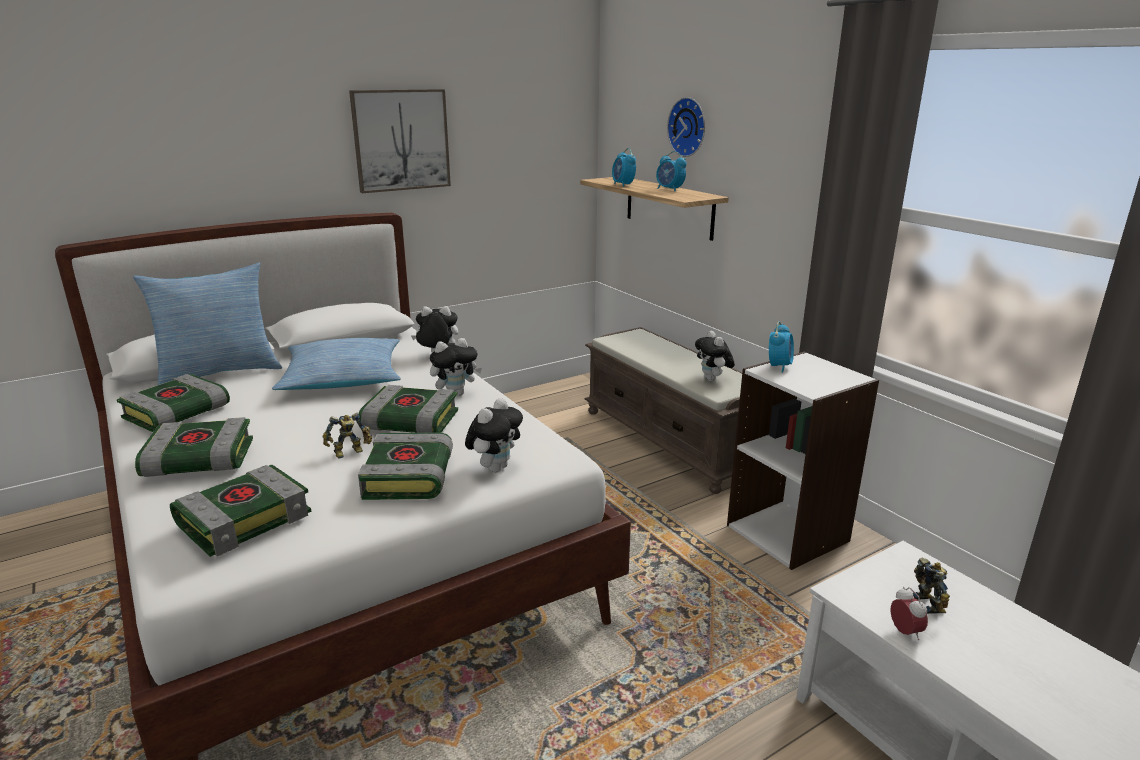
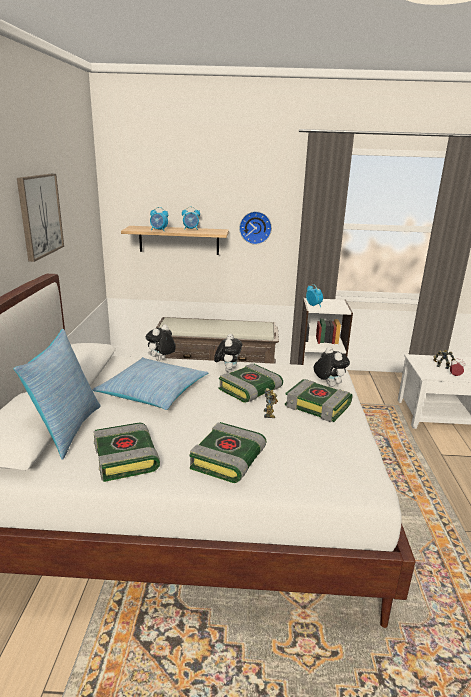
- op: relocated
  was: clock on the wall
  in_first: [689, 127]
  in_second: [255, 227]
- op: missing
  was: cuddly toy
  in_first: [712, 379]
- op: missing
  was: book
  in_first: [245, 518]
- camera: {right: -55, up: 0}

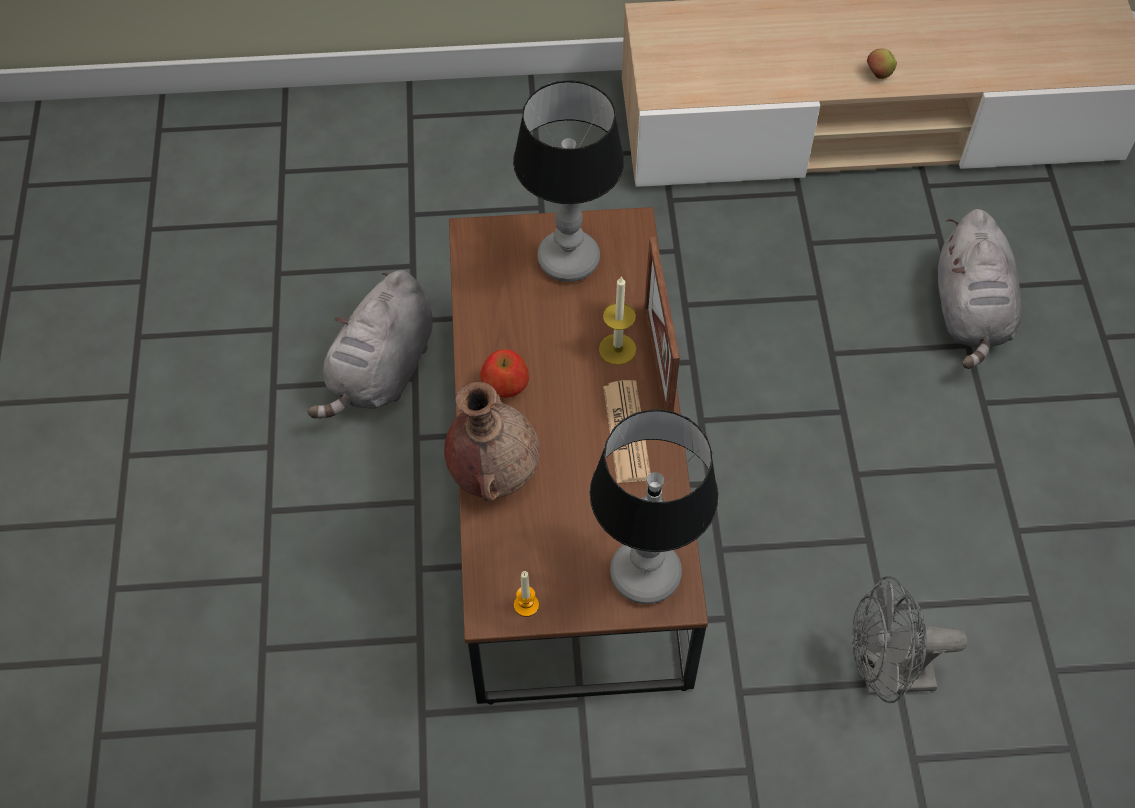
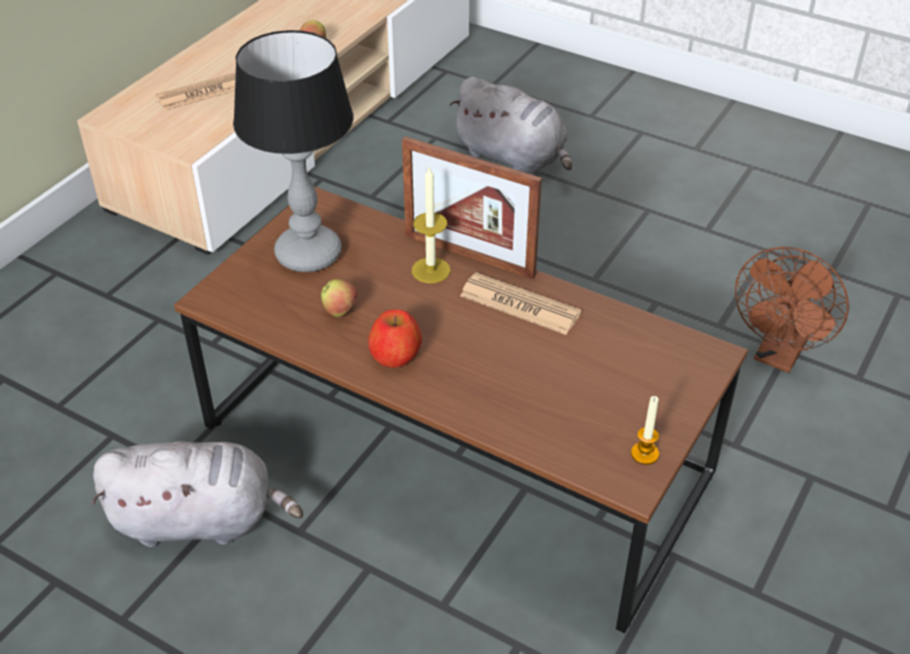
- op: spun
  was: greyish cuddly toy
  in_first: [381, 372]
  in_second: [201, 520]
  clockwise: -60
- op: missing
  was: brown vase
  in_first: [493, 471]
- op: missing
  was: table lamp
  in_first: [643, 574]
- op: colour
  was: greyish fan
  now: brown fan
  in_first: [885, 676]
  in_second: [779, 356]
- op: appeared
  now: newspaper
  in_second: [203, 92]
- op: appeared
  now: whole apple
  in_second: [340, 311]
- camera: {right: -55, up: -15}

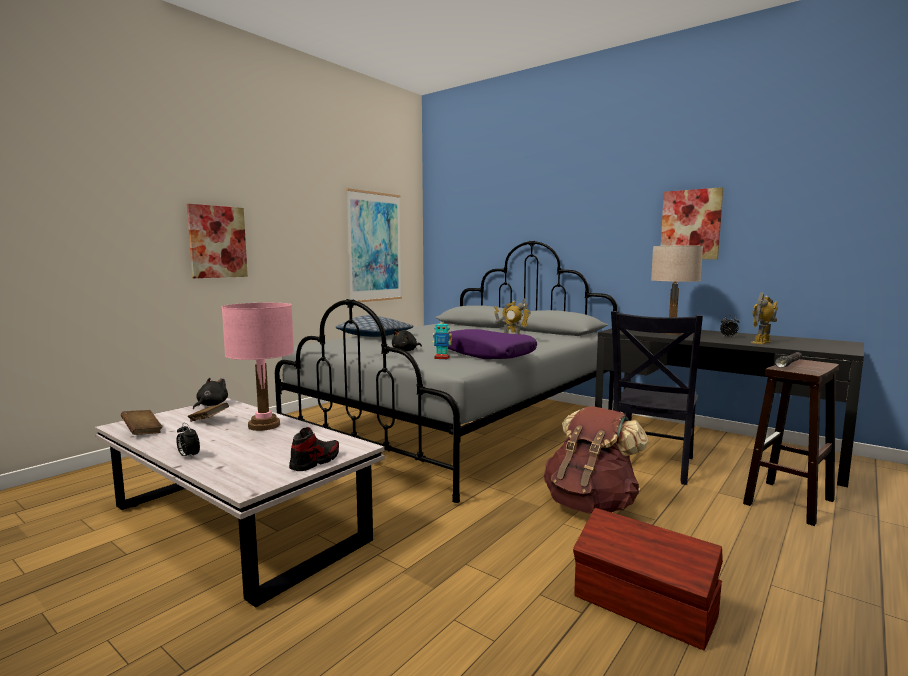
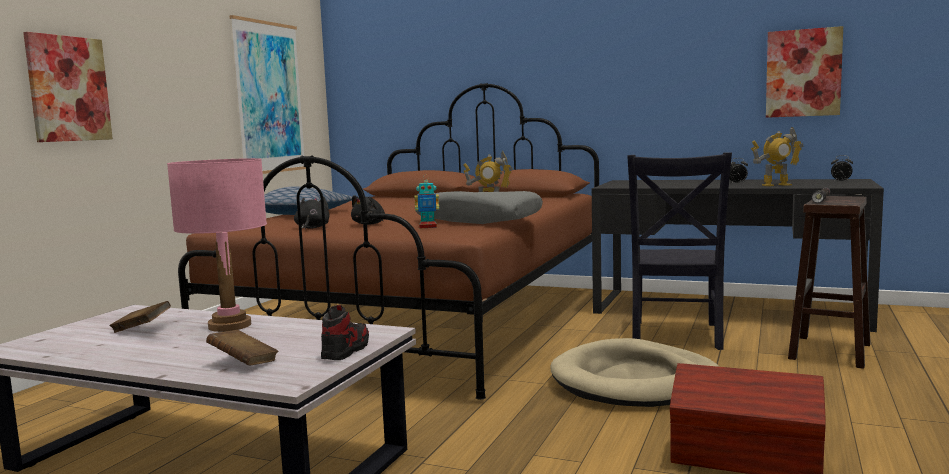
- op: relocated
  was: picture
  in_first: [690, 225]
  in_second: [803, 73]
- op: colour
  was: greyish bedroom bed
  now: brown bedroom bed
  in_first: [460, 425]
  in_second: [426, 322]
- op: missing
  was: beige table lamp
  in_first: [671, 333]
- op: spun
  was: robot figure
  in_first: [761, 342]
  in_second: [776, 185]
  clockwise: -135
- op: colour
  was: purple throw pillow
  now: greyish throw pillow
  in_first: [487, 354]
  in_second: [479, 220]
- op: relocated
  was: blackish cuddly toy
  in_first: [211, 405]
  in_second: [312, 228]
- op: exchanged
  was: brown backpack
  now: beige dog bed
  in_first: [591, 505]
  in_second: [635, 381]
- op: relocated
  was: brown book
  in_first: [142, 432]
  in_second: [243, 363]
- op: relocated
  was: alarm clock
  in_first: [188, 456]
  in_second: [841, 181]
- camera: {right: -15, up: 0}

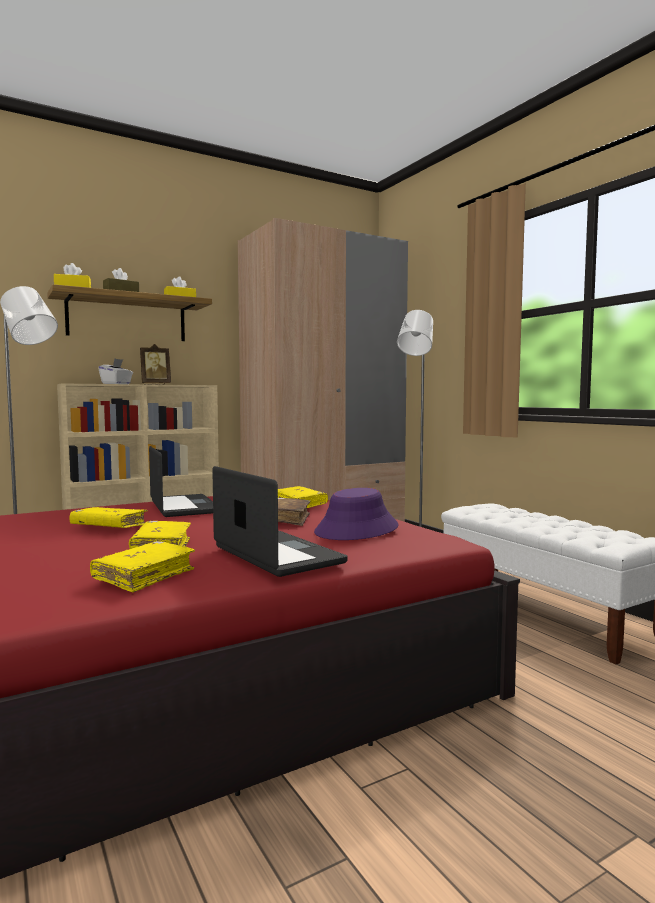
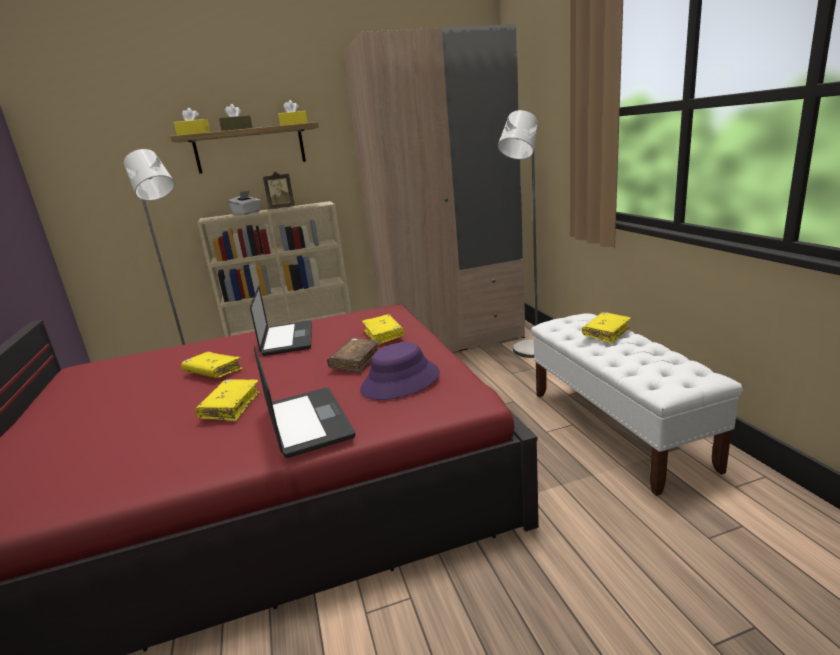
- op: relocated
  was: yellow-coloured book
  in_first: [144, 576]
  in_second: [606, 333]
- camera: {right: 15, up: 15}

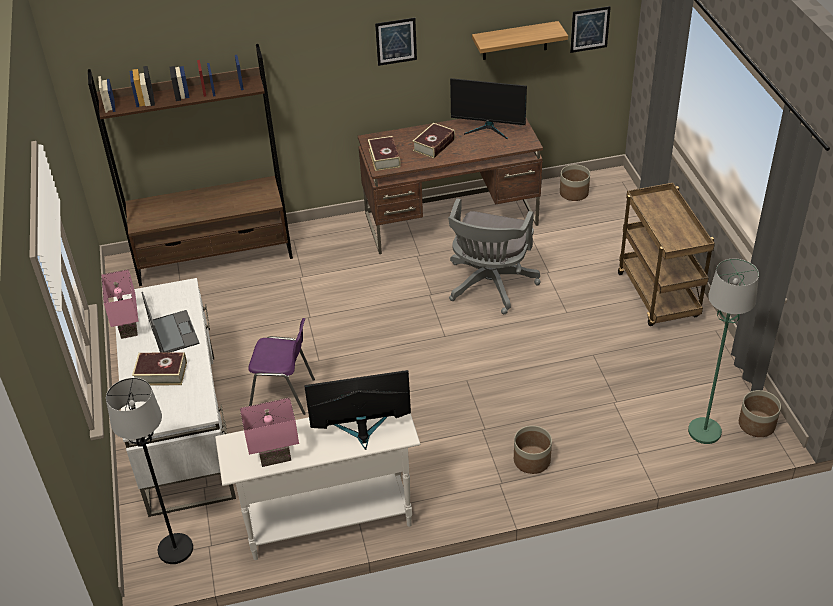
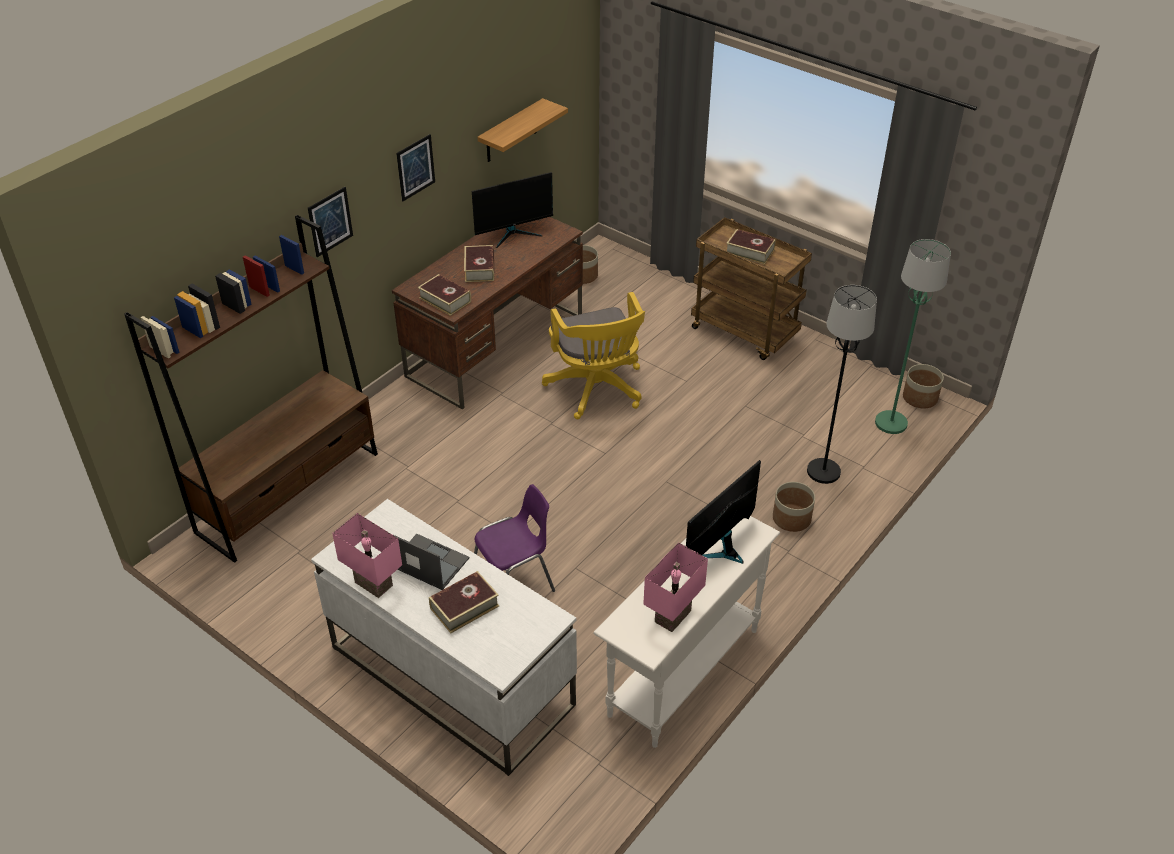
- op: relocated
  was: picture
  in_first: [589, 29]
  in_second: [330, 221]
- op: colour
  was: greyish office chair
  now: yellow-coloured office chair
  in_first: [489, 286]
  in_second: [597, 390]
- op: relocated
  was: blackish floor lamp
  in_first: [175, 549]
  in_second: [823, 472]
- op: appeared
  now: book
  in_second: [750, 251]
- camera: {right: -40, up: 0}

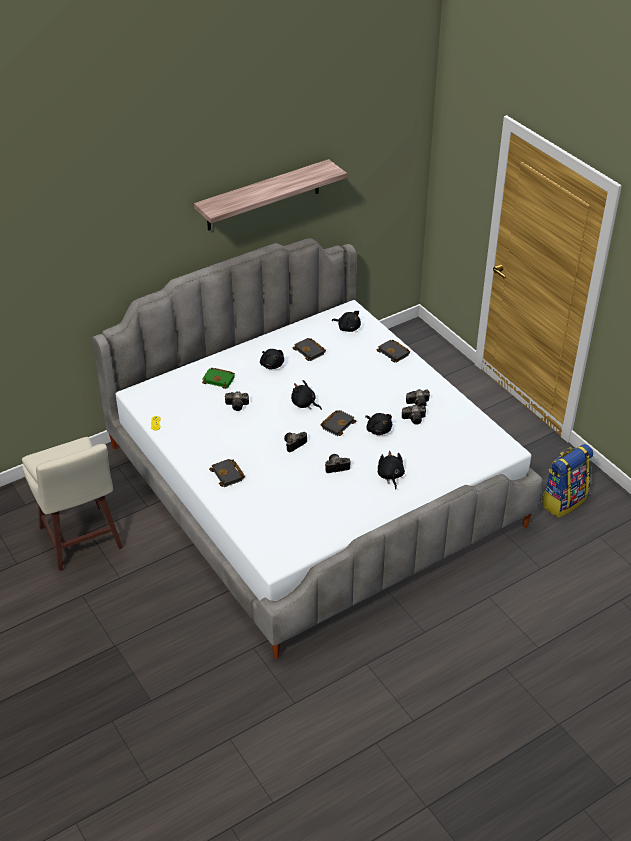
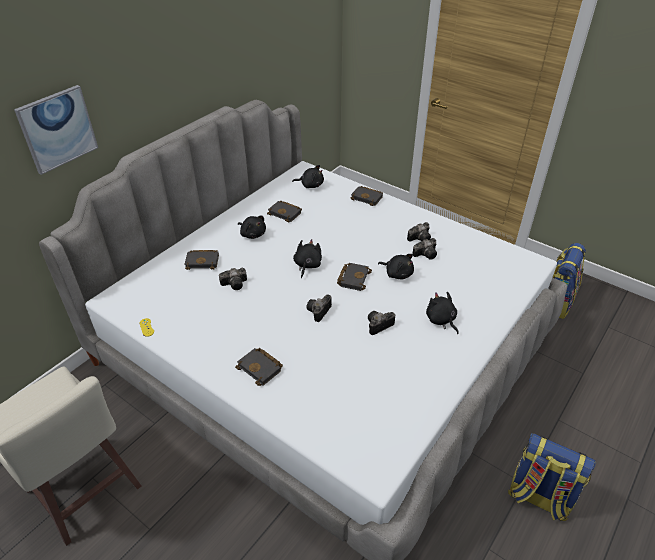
- op: missing
  was: bracket shelf
  in_first: [263, 195]
- op: colour
  was: greenish book
  now: blackish book
  in_first: [219, 379]
  in_second: [203, 261]
- op: spun
  was: blackish cuddly toy
  in_first: [304, 404]
  in_second: [307, 265]
  clockwise: 90
- op: appeared
  now: picture
  in_second: [57, 129]
- op: appeared
  now: backpack
  in_second: [538, 497]
- camera: {right: -20, up: 0}

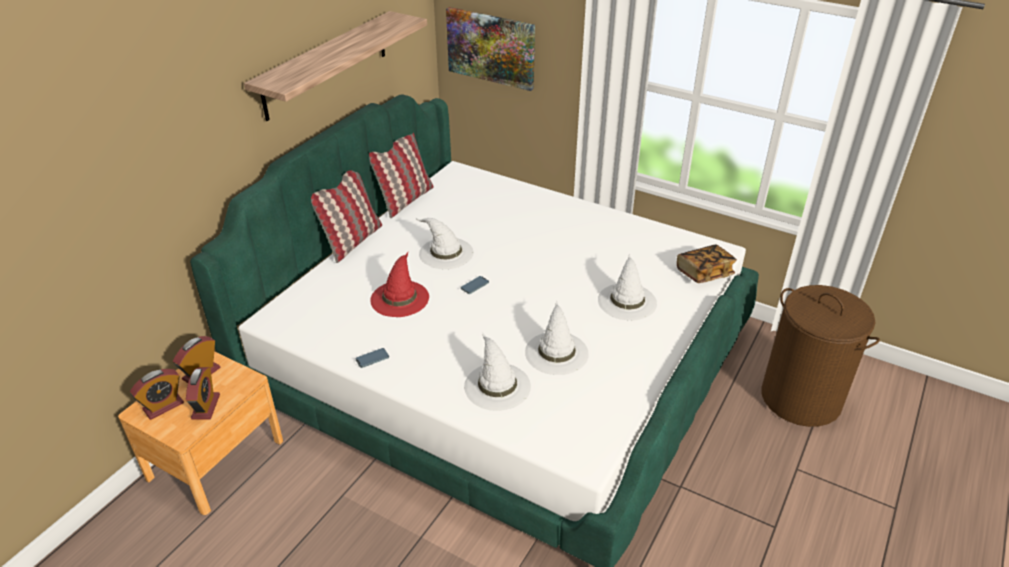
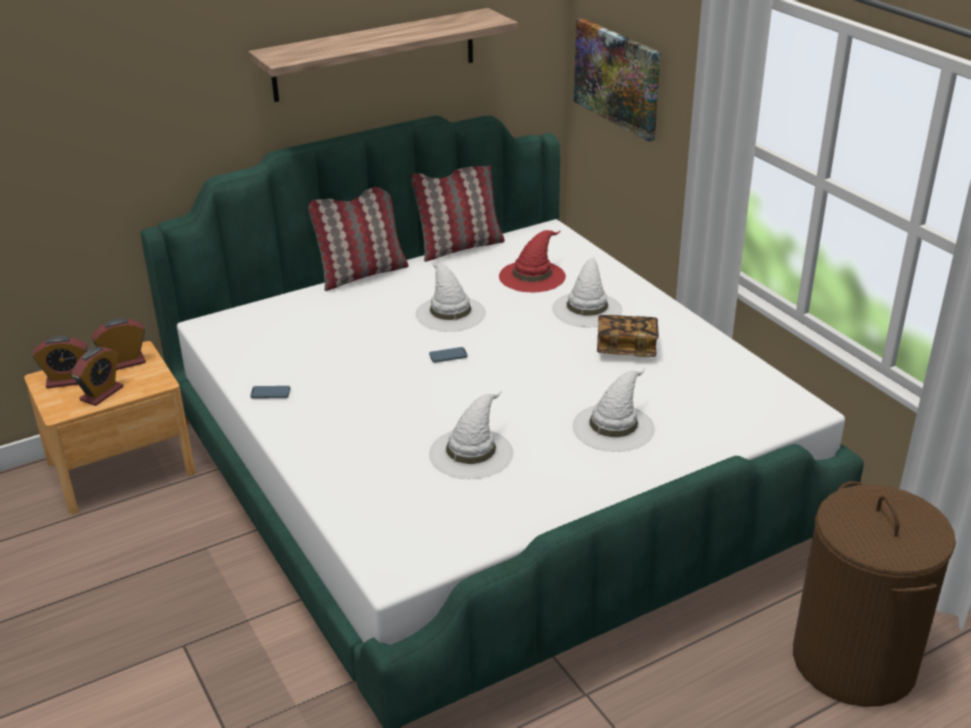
- op: relocated
  was: book
  in_first: [704, 273]
  in_second: [626, 348]
- op: relocated
  was: red hat
  in_first: [399, 297]
  in_second: [532, 275]
- op: relocated
  was: whitish hat
  in_first: [496, 385]
  in_second: [586, 308]
- camera: {right: 30, up: -5}

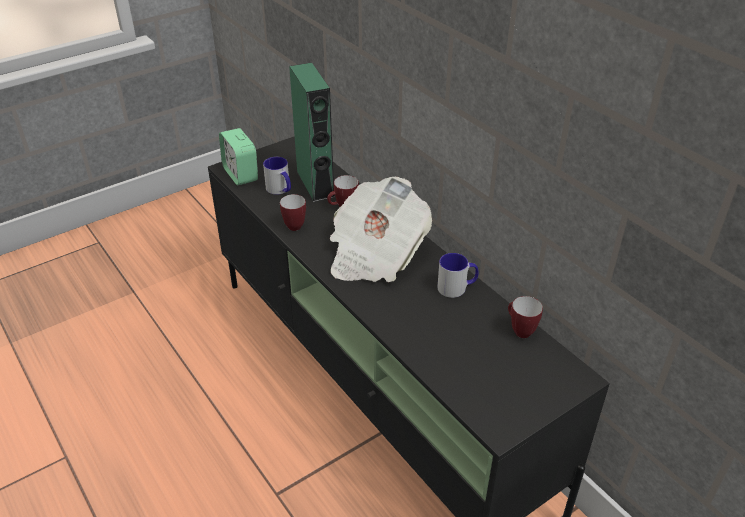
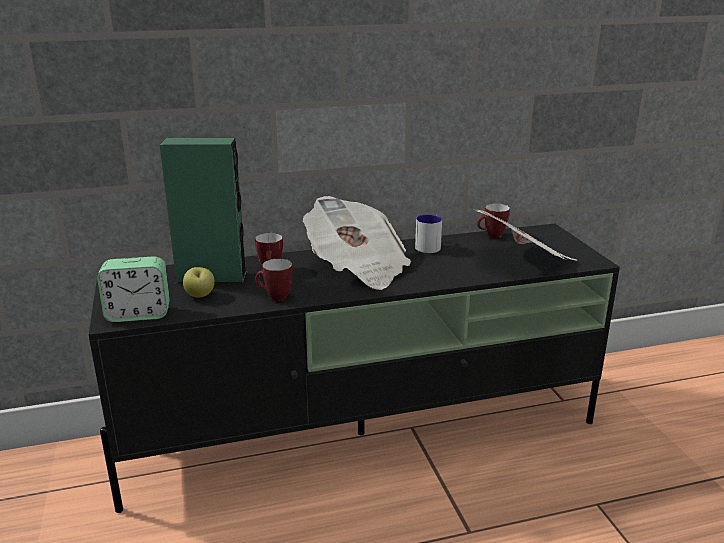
- op: exchanged
  was: tea mug
  now: whole apple
  in_first: [280, 190]
  in_second: [200, 296]
- op: appeared
  now: newspaper
  in_second: [523, 261]
- camera: {right: -70, up: -15}

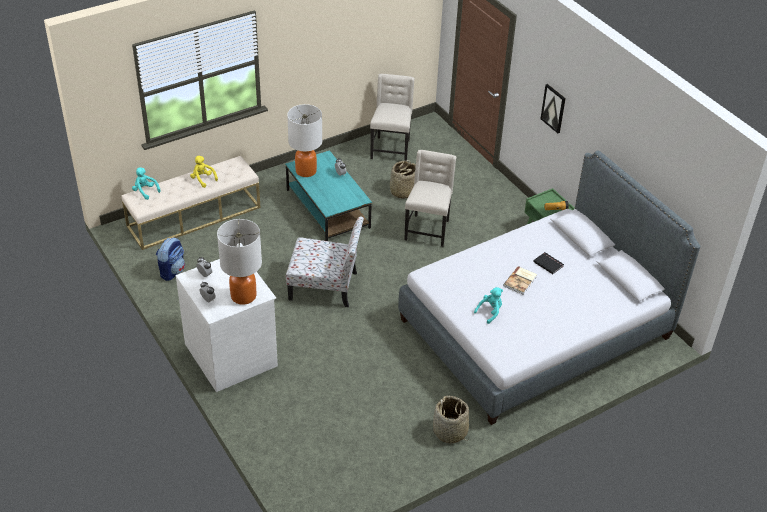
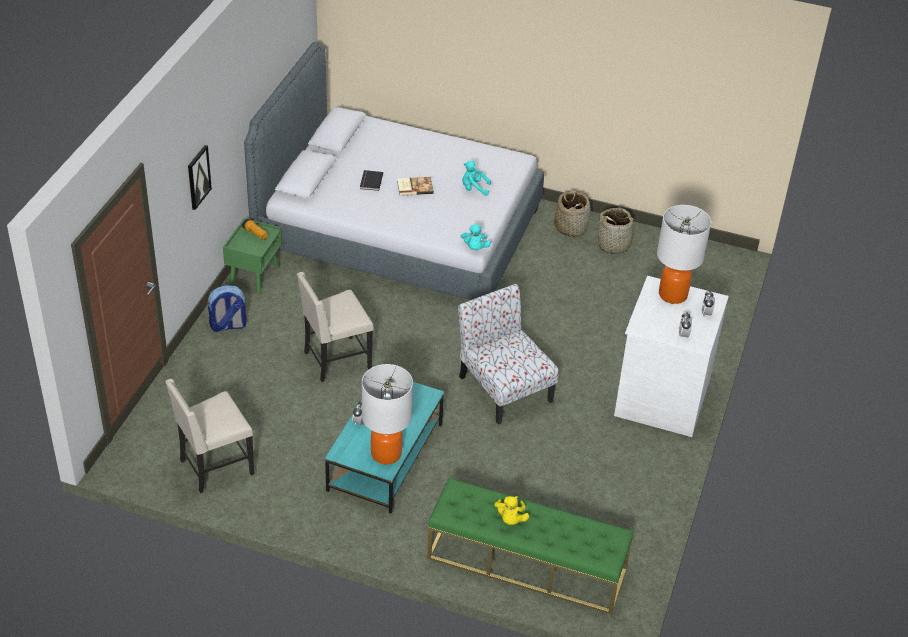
- op: colour
  was: beige long seat
  now: greenish long seat
  in_first: [194, 216]
  in_second: [526, 563]
- op: relocated
  was: basket
  in_first: [403, 191]
  in_second: [614, 245]
- op: relocated
  was: turquoise-coloured cuddly toy
  in_first: [145, 191]
  in_second: [475, 248]
- op: relocated
  was: backpack
  in_first: [172, 271]
  in_second: [228, 326]
- camera: {right: -130, up: 0}

